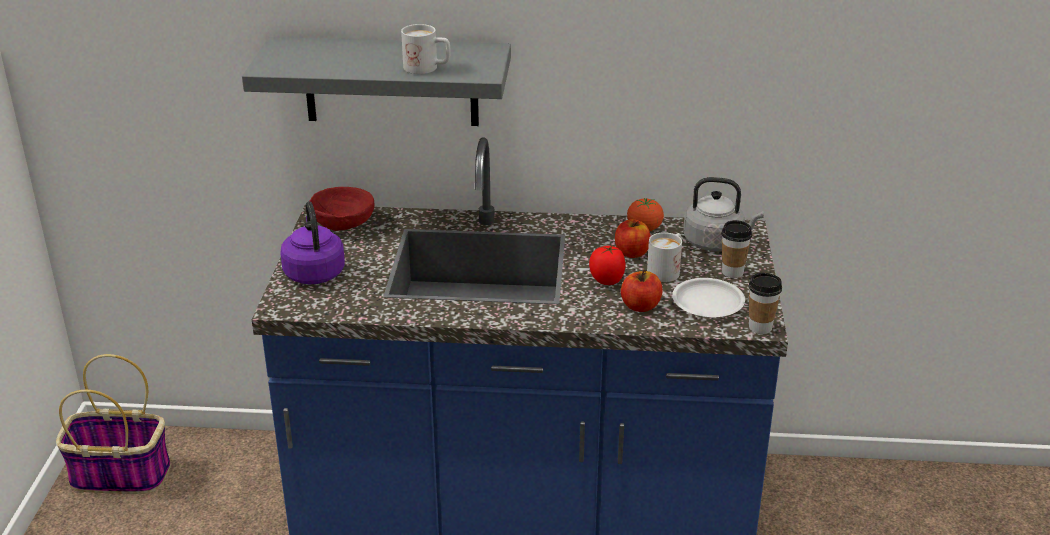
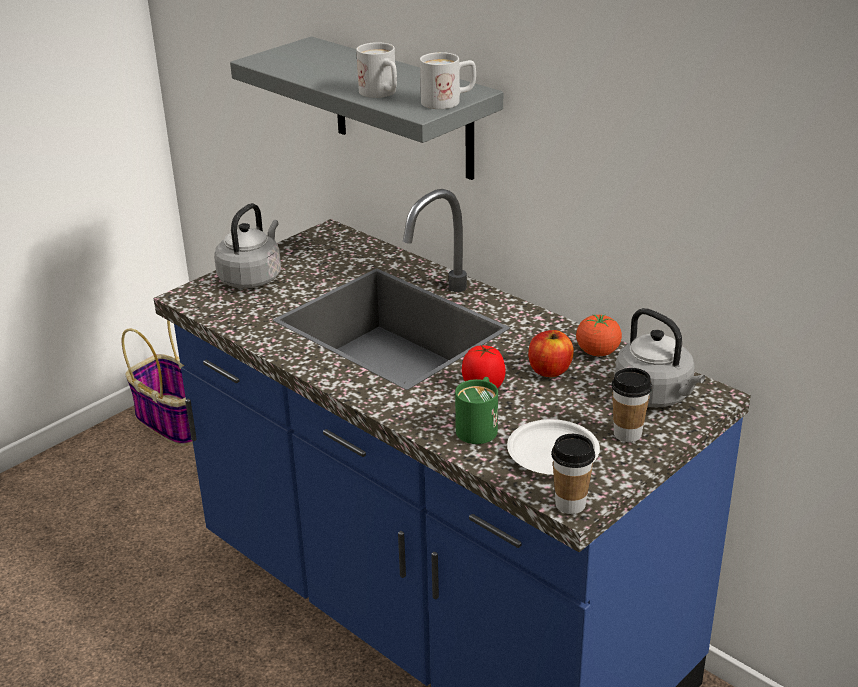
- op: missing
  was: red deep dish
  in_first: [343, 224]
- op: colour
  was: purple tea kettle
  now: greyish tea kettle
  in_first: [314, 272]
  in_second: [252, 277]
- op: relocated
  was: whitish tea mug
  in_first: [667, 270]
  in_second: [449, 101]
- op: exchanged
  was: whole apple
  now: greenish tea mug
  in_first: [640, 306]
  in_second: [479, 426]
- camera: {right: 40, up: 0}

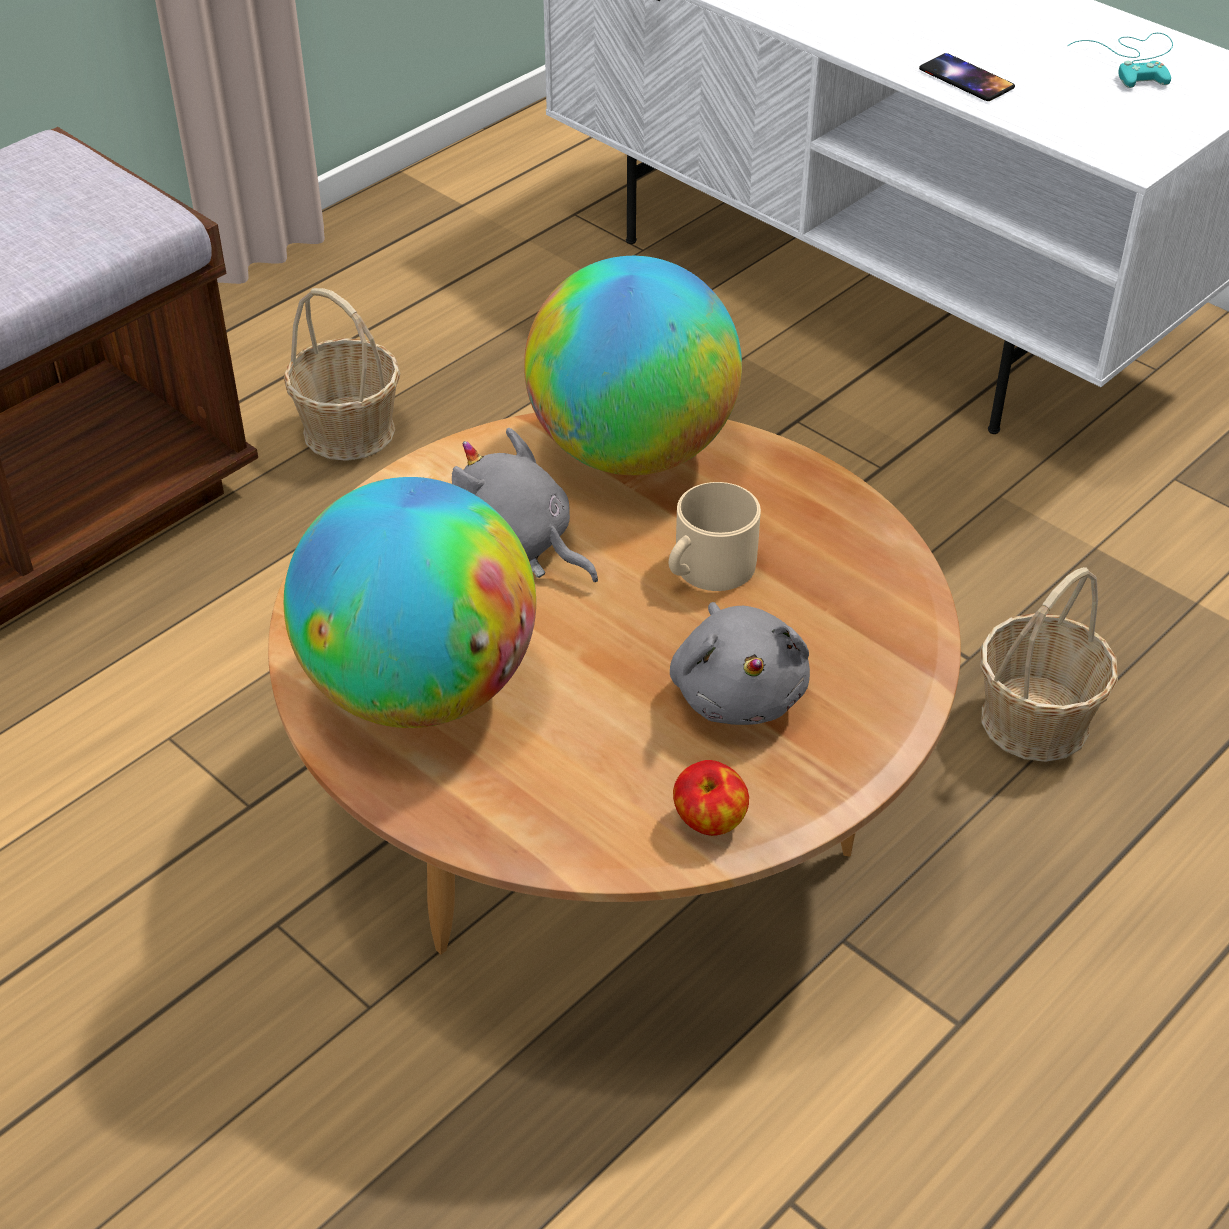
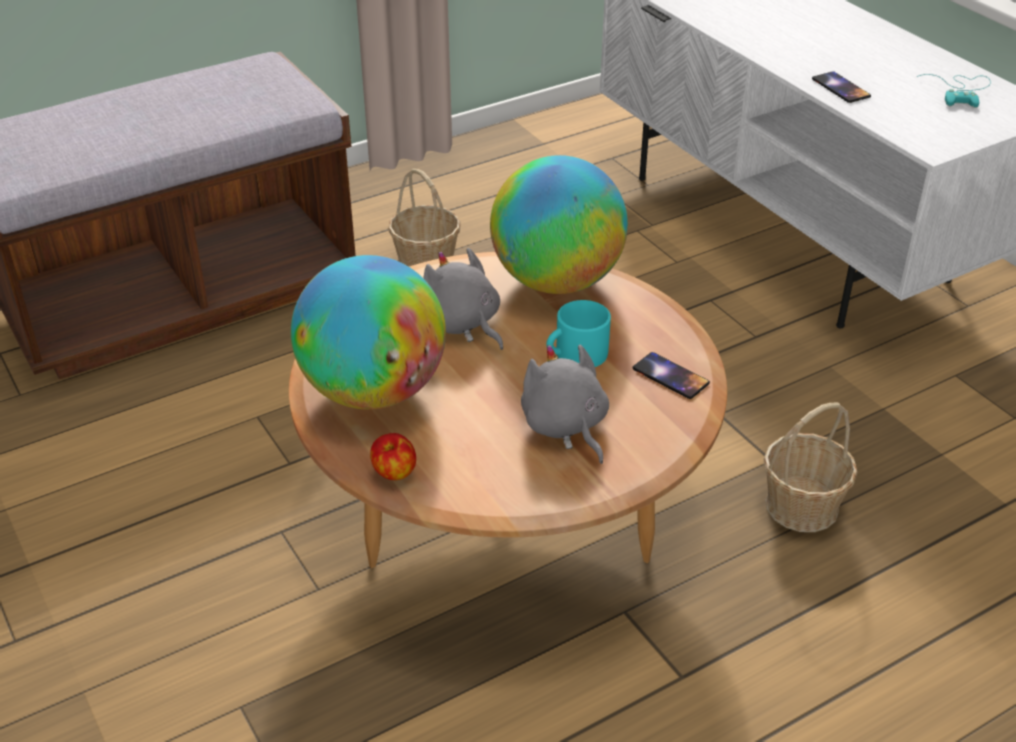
- op: colour
  was: beige tea mug
  now: turquoise-coloured tea mug
  in_first: [707, 568]
  in_second: [575, 354]
- op: spun
  was: greyish cuddly toy
  in_first: [738, 692]
  in_second: [565, 427]
  clockwise: 150
- op: relocated
  was: whole apple
  in_first: [709, 822]
  in_second: [394, 473]
- op: appeared
  now: phone
  in_second: [670, 376]
- camera: {right: 15, up: -5}

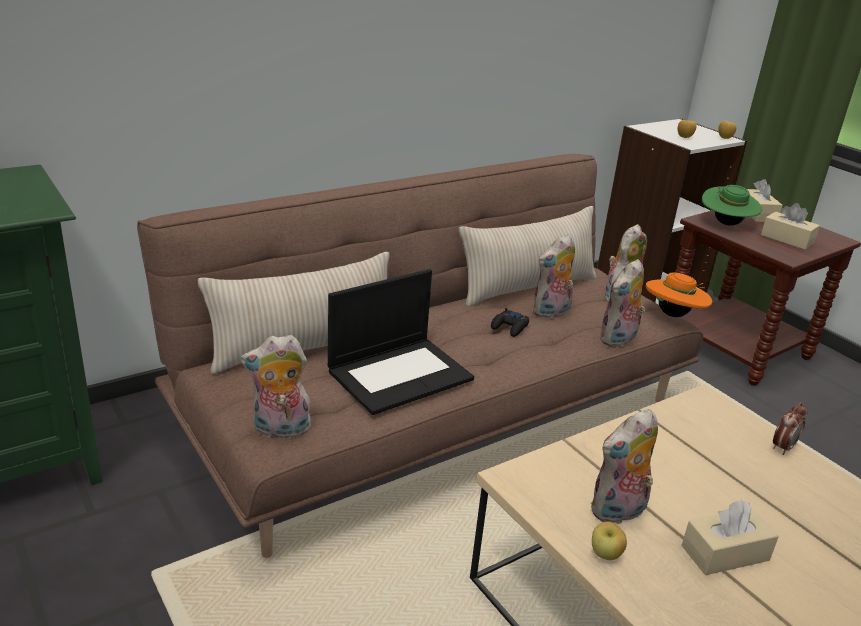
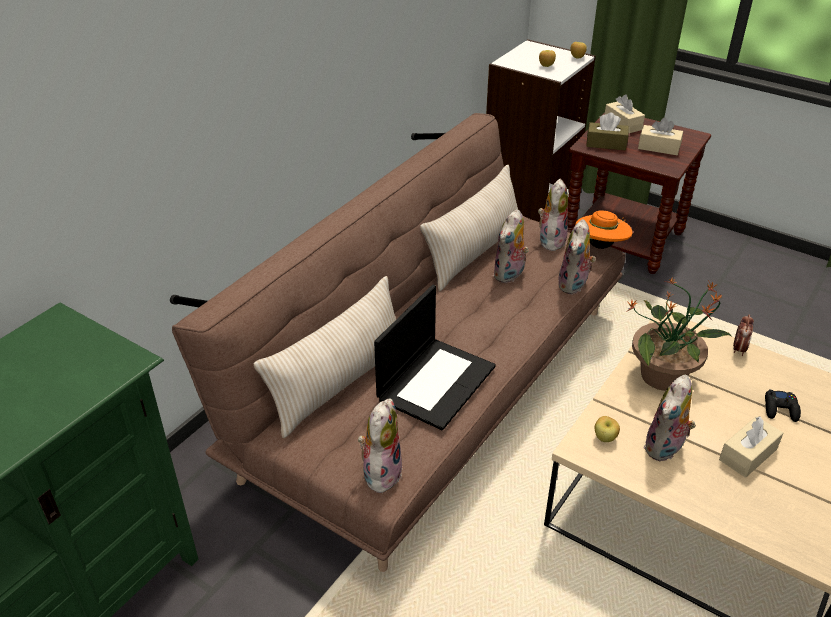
- op: exchanged
  was: greenish hat
  now: brown tissue holder
  in_first: [726, 224]
  in_second: [606, 144]
- op: relocated
  was: blackish joypad
  in_first: [510, 327]
  in_second: [780, 409]
- op: spun
  was: cuddly toy
  in_first: [280, 430]
  in_second: [381, 472]
  clockwise: 135
- op: relocated
  was: whole apple
  in_first: [605, 555]
  in_second: [605, 438]
- op: appeared
  now: potted plant
  in_second: [664, 376]
- camera: {right: -20, up: 10}

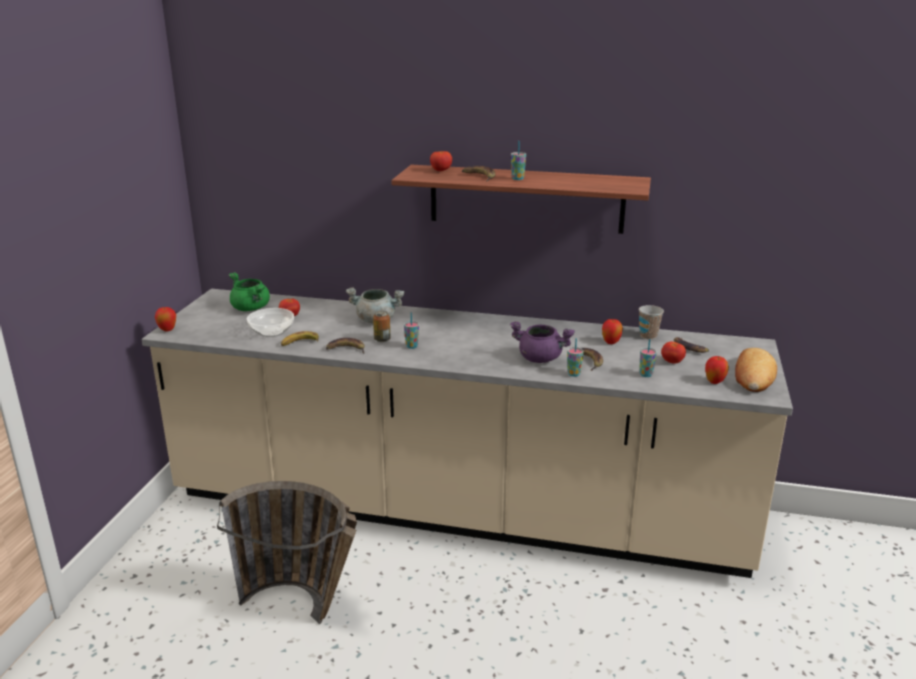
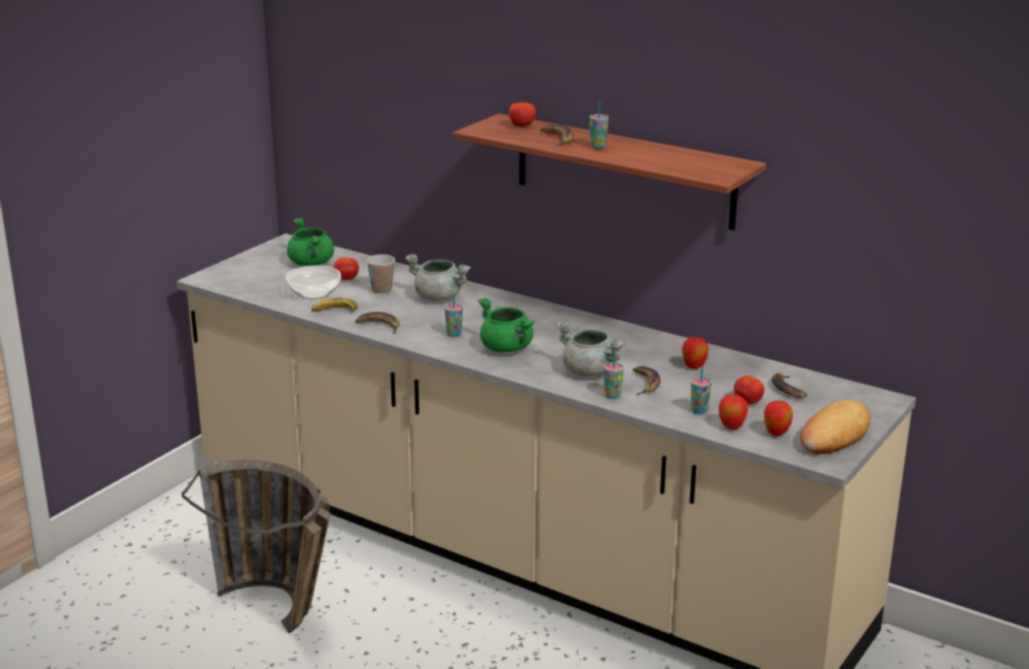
- op: relocated
  was: drinking cup
  in_first: [648, 336]
  in_second: [382, 290]
- op: relocated
  was: whole apple
  in_first: [167, 330]
  in_second: [731, 427]
- op: missing
  was: metal can
  in_first: [382, 339]
- op: colour
  was: purple saucepot
  now: greyish saucepot
  in_first: [540, 358]
  in_second: [590, 372]
- op: appeared
  now: greenish saucepot
  in_second: [507, 348]
- camera: {right: 20, up: 0}

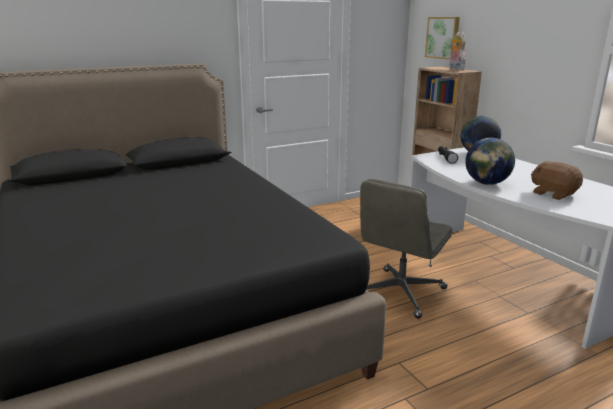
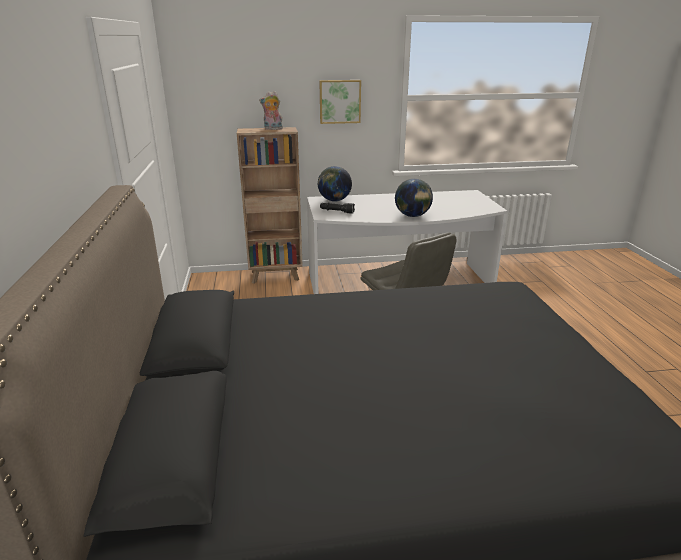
- op: relocated
  was: picture
  in_first: [443, 37]
  in_second: [340, 101]
- op: missing
  was: brown cuddly toy
  in_first: [553, 194]
- camera: {right: -70, up: 5}

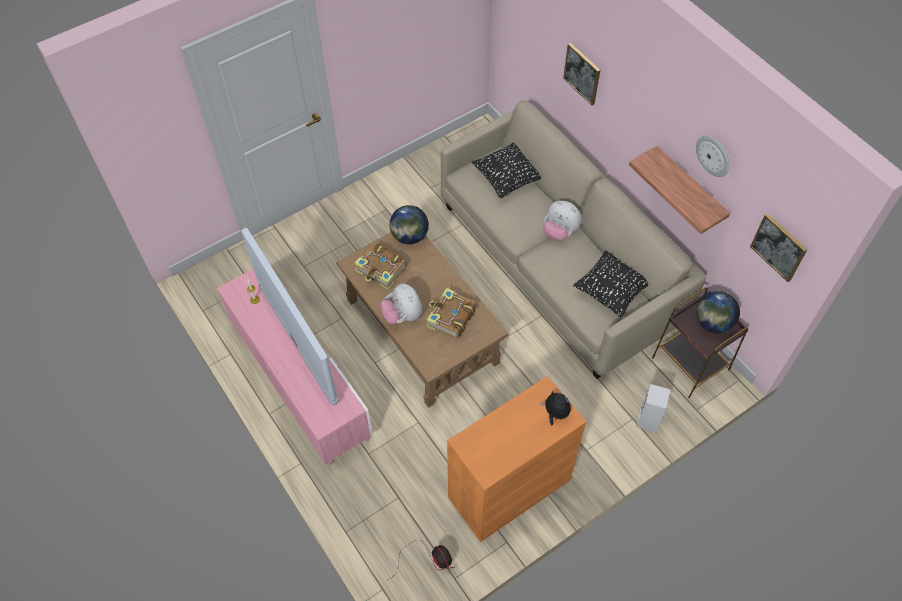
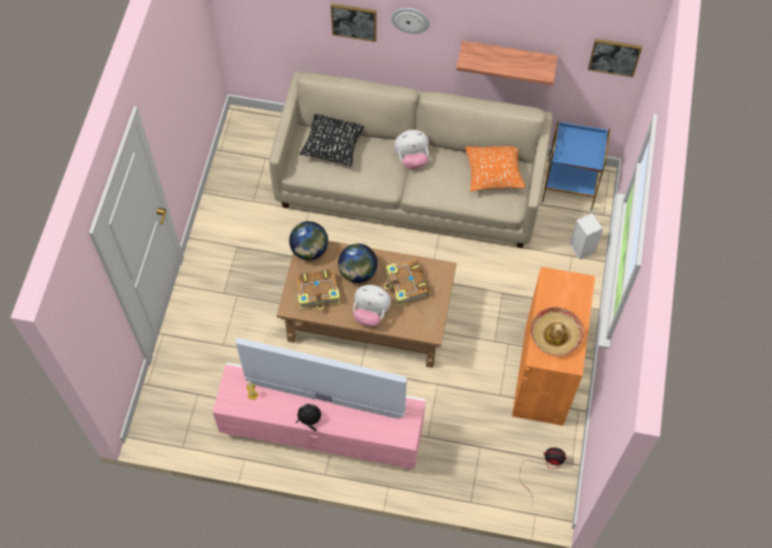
- op: relocated
  was: clock on the wall
  in_first: [713, 155]
  in_second: [410, 19]
- op: colour
  was: blackish throw pillow
  now: orange-coloured throw pillow
  in_first: [611, 292]
  in_second: [493, 175]
- op: colour
  was: brown accent table
  now: blue accent table
  in_first: [690, 364]
  in_second: [570, 186]
- op: relocated
  was: desk globe
  in_first: [712, 323]
  in_second: [358, 272]
- op: relocated
  was: cuddly toy
  in_first: [555, 413]
  in_second: [309, 420]
- op: appeared
  now: hat
  in_second: [555, 335]
- camera: {right: -45, up: 5}

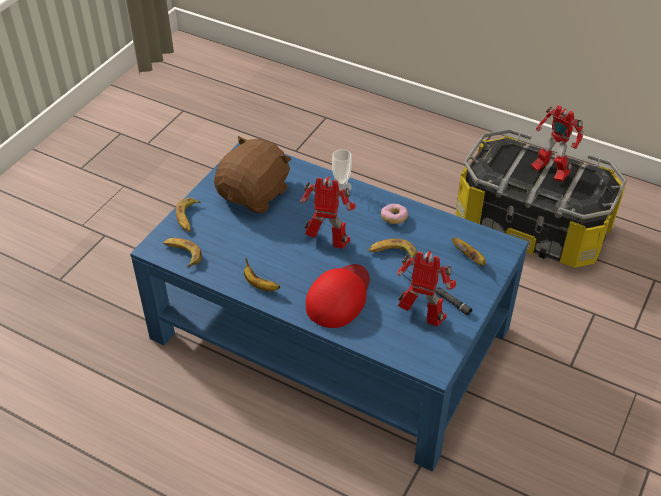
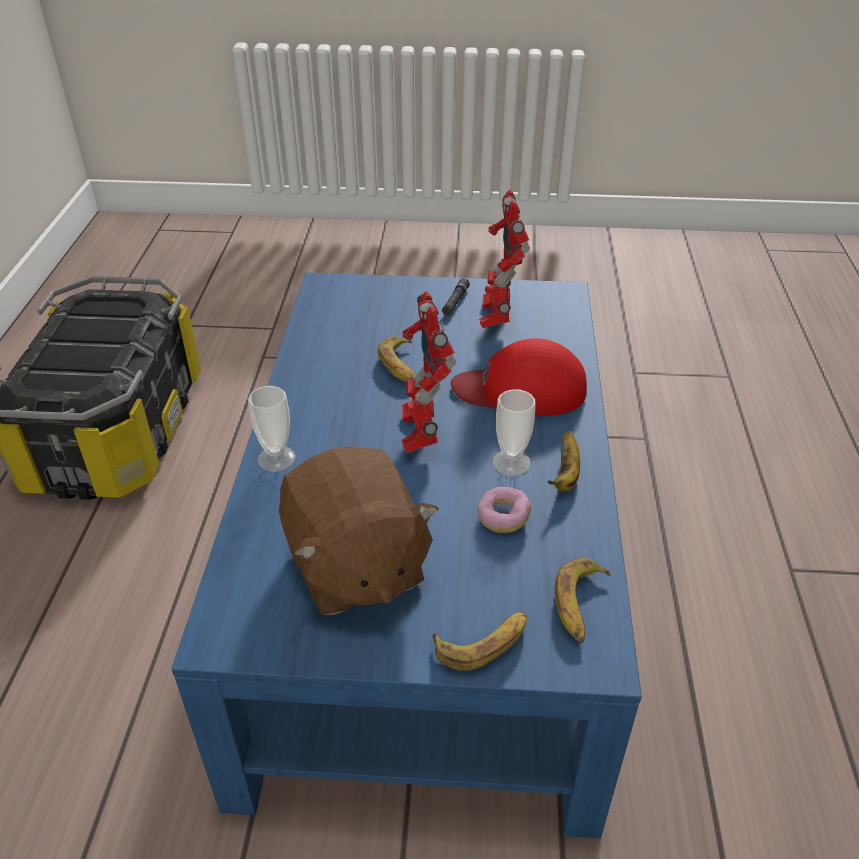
- op: missing
  was: robot figure
  in_first: [549, 172]
- op: spun
  was: brown cuddly toy
  in_first: [255, 194]
  in_second: [355, 566]
  clockwise: -120
- op: relocated
  was: doughnut
  in_first: [394, 218]
  in_second: [503, 518]
- op: missing
  was: banana
  in_first: [470, 258]
- op: appeared
  now: drinking cup
  in_second: [511, 462]
- camera: {right: -115, up: -5}

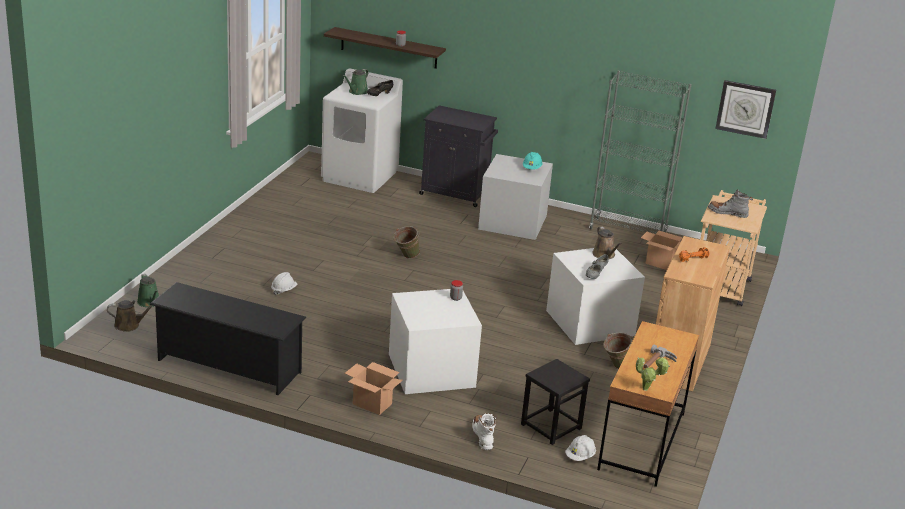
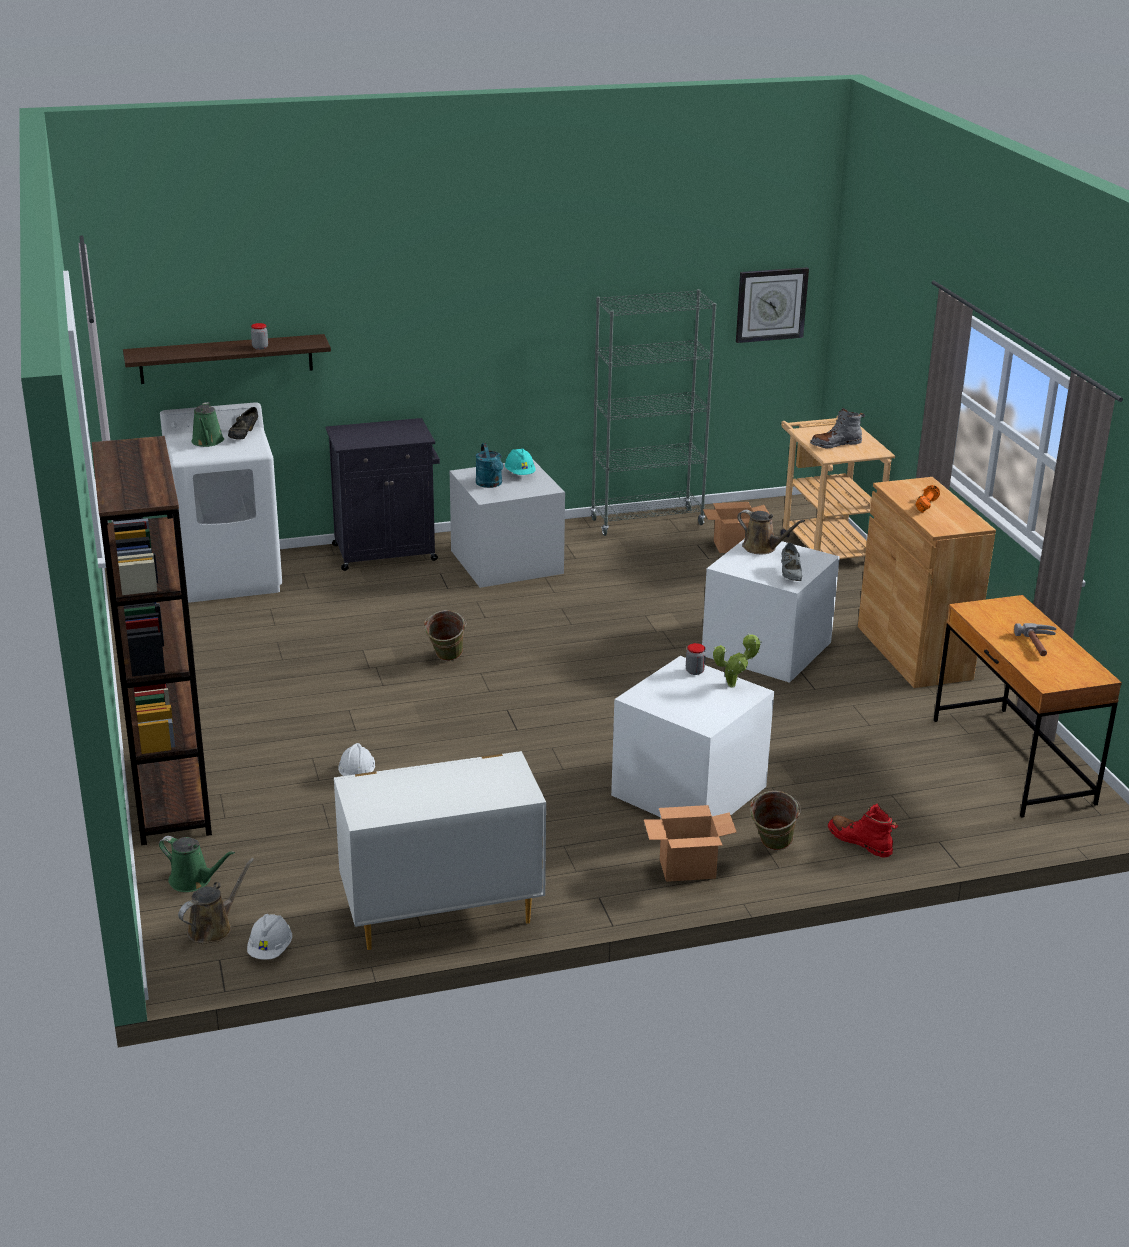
- op: exchanged
  was: blackish shoe shelf
  now: whitish dresser
  in_first: [228, 366]
  in_second: [440, 914]
- op: relocated
  was: greenish pail
  in_first: [615, 366]
  in_second: [772, 848]
- op: relocated
  was: potted plant
  in_first: [647, 389]
  in_second: [734, 685]
- op: missing
  was: blackish sitting stool
  in_first: [551, 426]
- op: colour
  was: whitish tall boot
  now: red tall boot
  in_first: [483, 436]
  in_second: [860, 842]
- op: relocated
  was: whitish hard hat
  in_first: [580, 456]
  in_second: [270, 950]
- op: appeared
  now: brown bookshelf
  in_second: [170, 794]
- op: appeared
  now: turquoise-coloured watering pot
  in_second: [490, 484]
- camera: {right: -35, up: 0}

